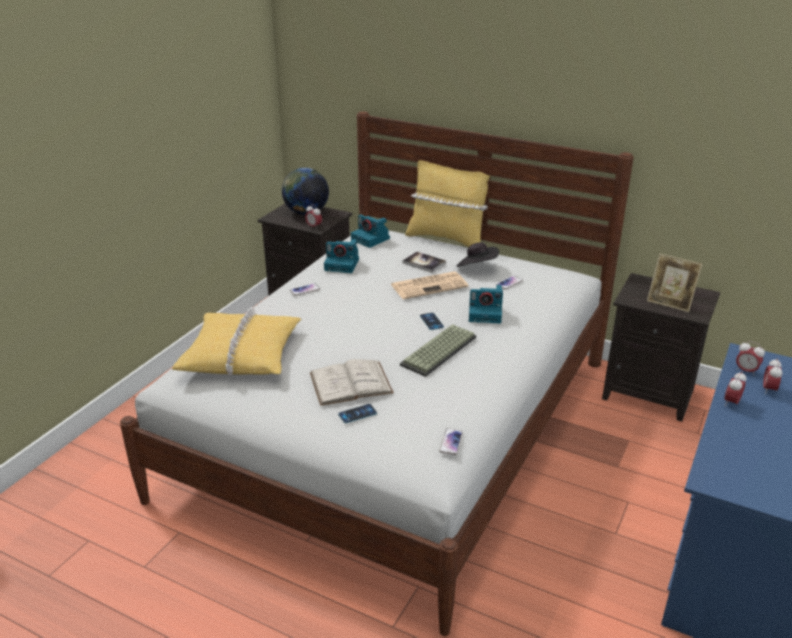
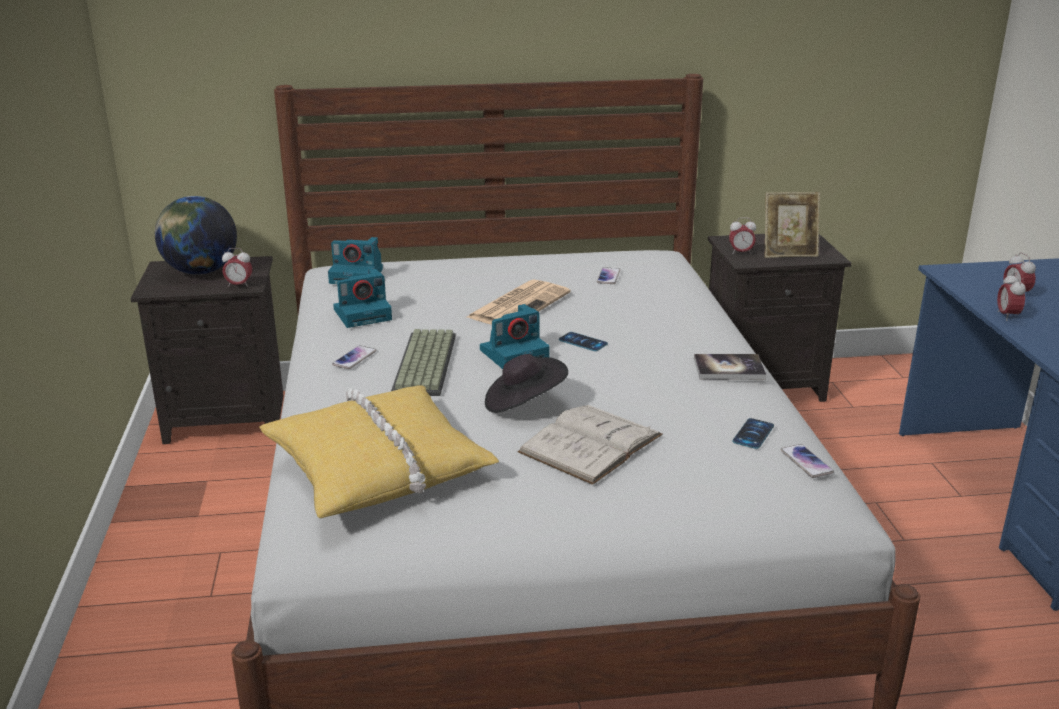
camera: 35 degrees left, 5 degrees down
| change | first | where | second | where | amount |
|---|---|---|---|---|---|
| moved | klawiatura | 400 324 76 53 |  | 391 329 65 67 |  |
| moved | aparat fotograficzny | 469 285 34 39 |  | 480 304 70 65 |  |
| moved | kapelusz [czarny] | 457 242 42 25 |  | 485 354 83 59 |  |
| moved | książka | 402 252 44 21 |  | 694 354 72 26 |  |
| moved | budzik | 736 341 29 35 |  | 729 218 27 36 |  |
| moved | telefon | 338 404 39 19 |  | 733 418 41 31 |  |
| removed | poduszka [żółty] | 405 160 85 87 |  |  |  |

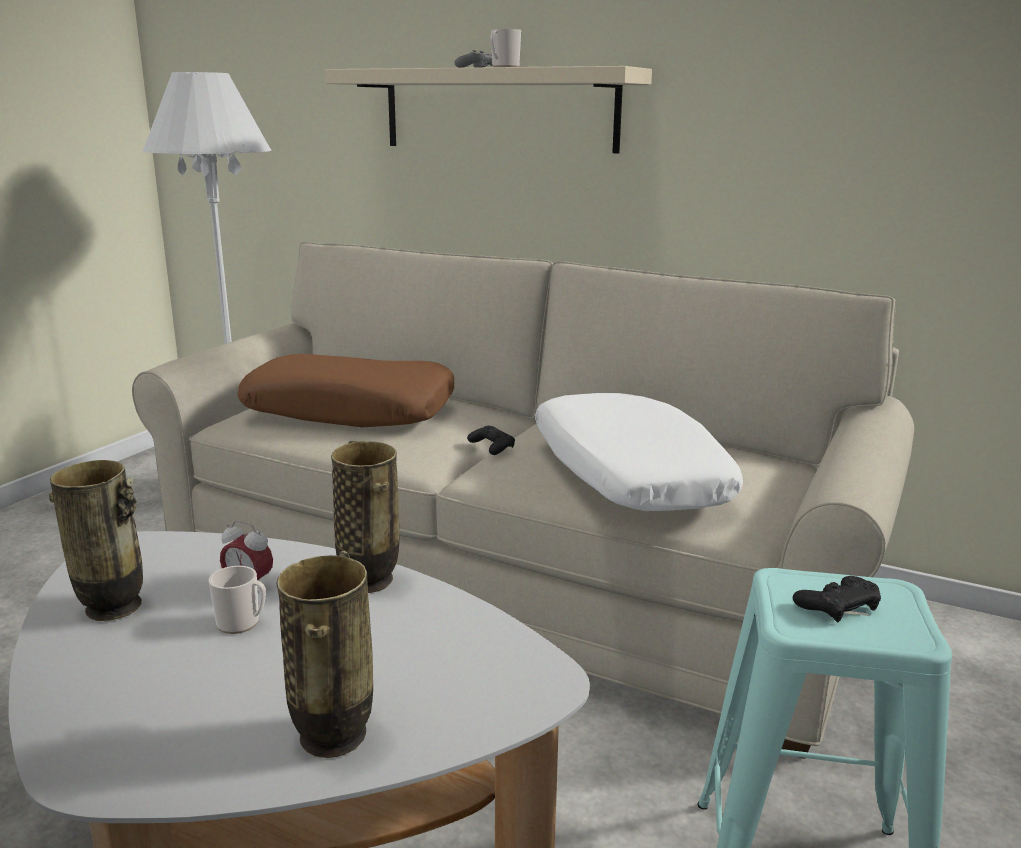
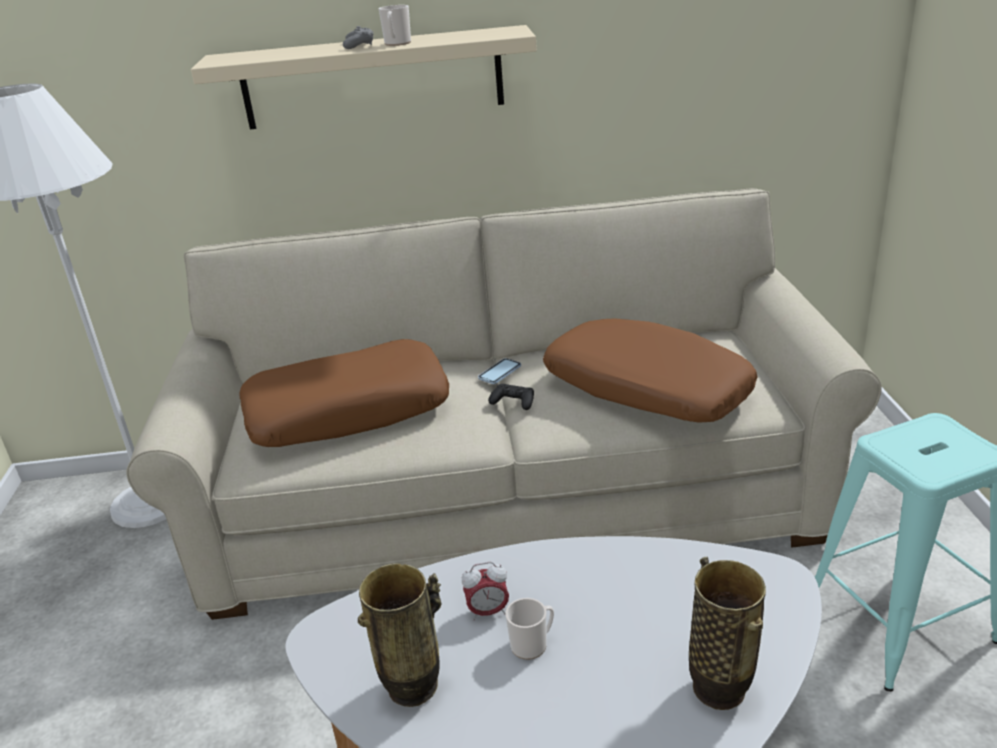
camera: 30 degrees left, 10 degrees up
| change | first | where | second | where | amount |
|---|---|---|---|---|---|
| added |  |  | telefon | 478 358 43 26 |  |
| recoloured | poduszka [biały] | 535 393 208 118 | poduszka [brązowy] | 543 318 215 105 |  |
| removed | wazon | 331 440 68 153 |  |  |  |
| removed | pad do gier [czarny] | 793 576 88 47 |  |  |  |

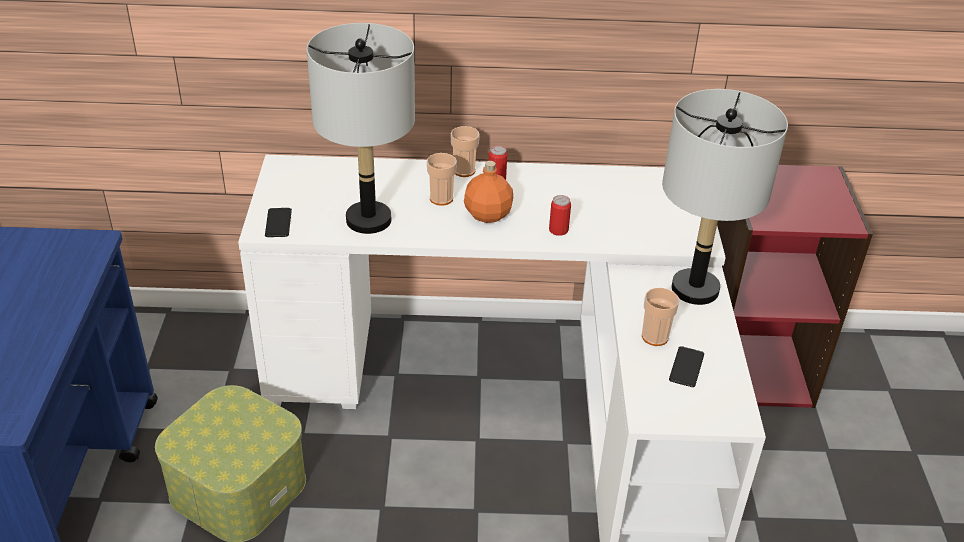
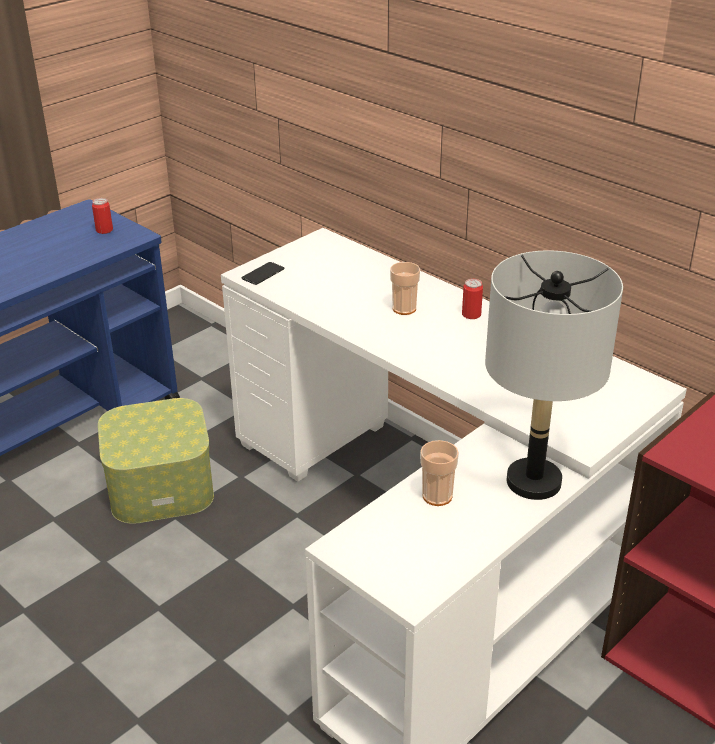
camera: 45 degrees right, 5 degrees down
| change | first | where | second | where | amount |
|---|---|---|---|---|---|
| moved | puszka | 549 195 22 41 |  | 92 198 21 36 |  |
| removed | lampa stołowa [szary] | 307 23 108 211 |  |  |  |
| removed | filiżanka | 450 126 30 51 |  |  |  |
| removed | butelka [pomarańczowy] | 464 161 49 62 |  |  |  |
| removed | telefon | 669 346 35 41 |  |  |  |

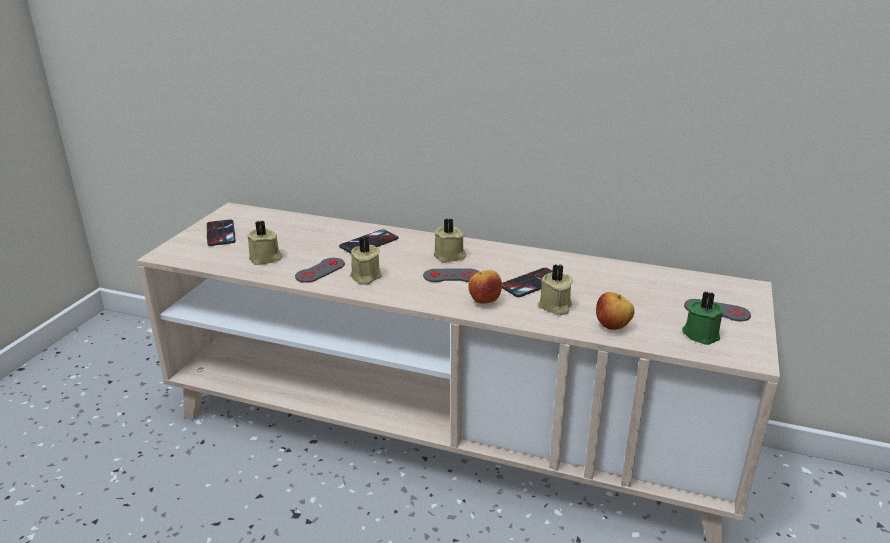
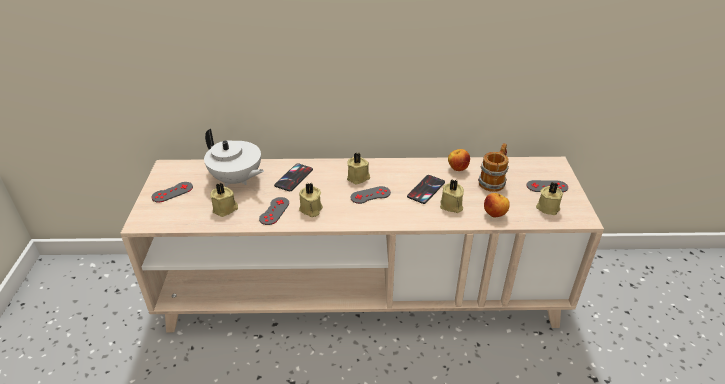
camera: 20 degrees left, 10 degrees up
| change | first | where | second | where | amount |
|---|---|---|---|---|---|
| replaced | telefon | 207 219 29 27 | pad do gier [szary] | 151 182 42 20 |  |
| added |  |  | imbryk [biały] | 204 129 60 57 |  |
| moved | jabłko | 468 270 34 34 |  | 448 149 22 22 |  |
| added |  |  | kubek | 478 143 31 49 |  |
| recoloured | świeca [zielony] | 682 291 41 54 | świeca [beżowy] | 536 182 27 33 |  |

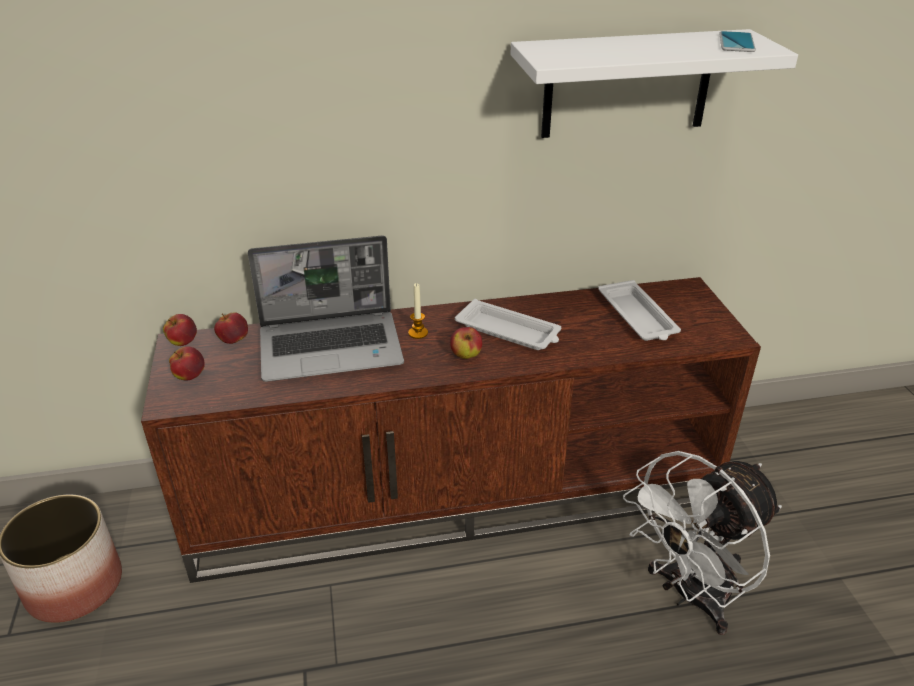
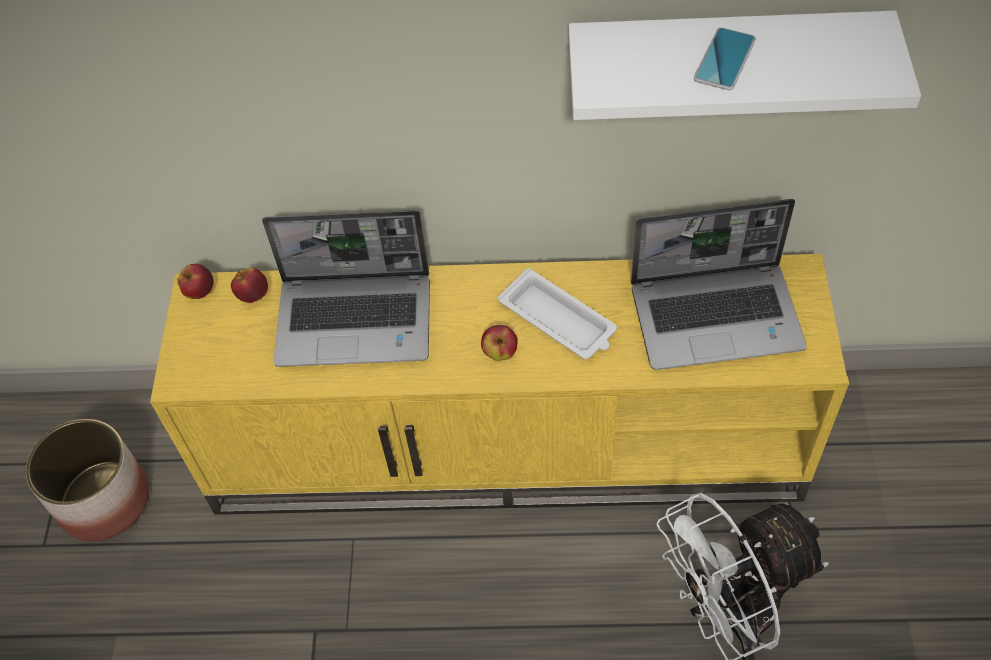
camera: 15 degrees right, 20 degrees up
| change | first | where | second | where | amount |
|---|---|---|---|---|---|
| recoloured | szafka pod telewizor [brązowy] | 141 277 620 306 | szafka pod telewizor [żółty] | 150 254 699 261 |  |
| replaced | taca [biały] | 598 280 83 61 | laptop | 631 199 176 171 |  |
| moved | telefon | 719 31 37 21 |  | 694 28 62 62 |  |
| removed | jabłko | 169 346 36 34 |  |  |  |
| removed | świeca | 408 283 20 56 |  |  |  |

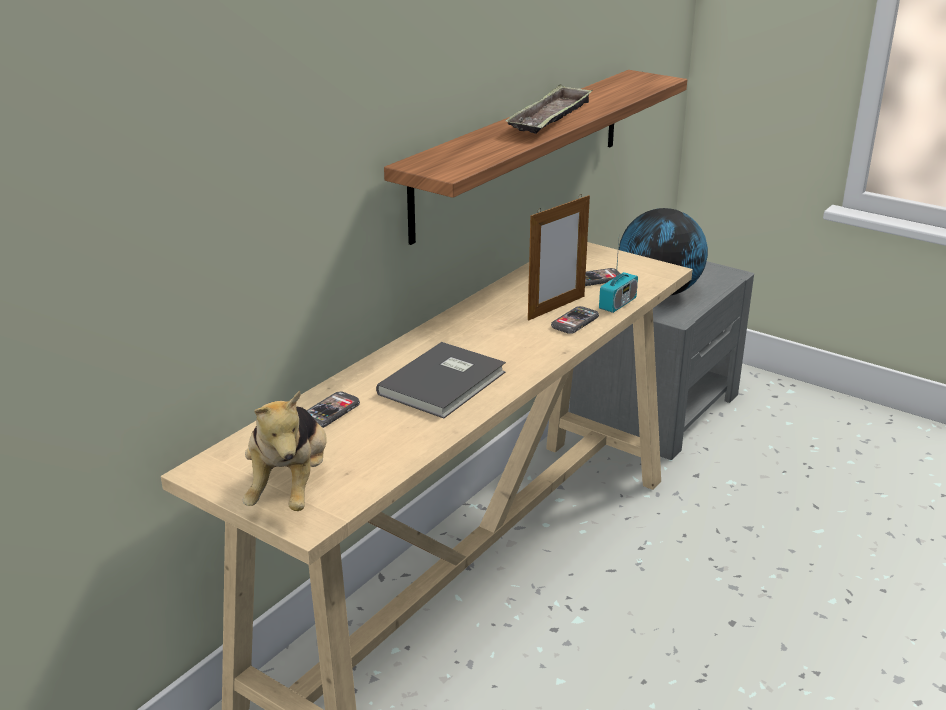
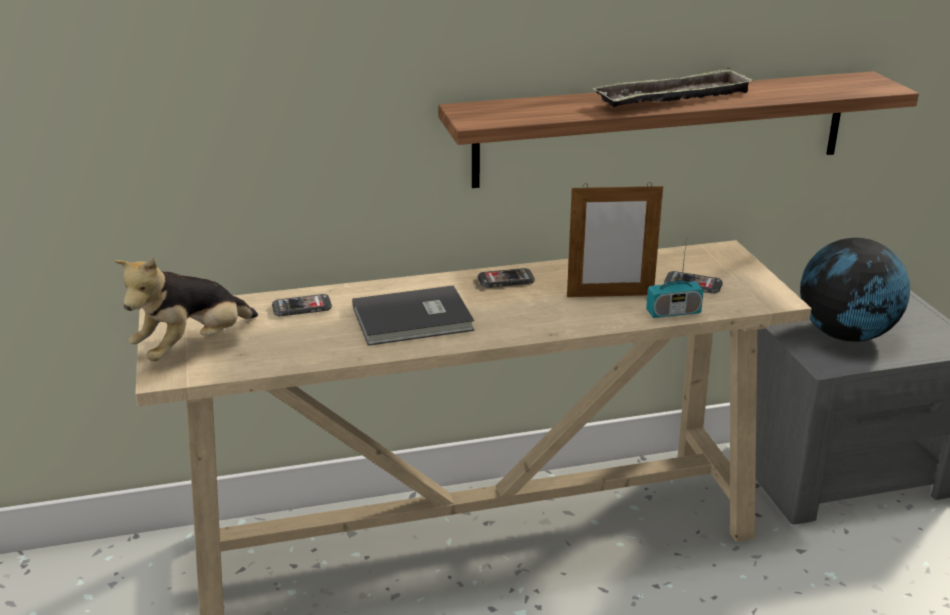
camera: 40 degrees right, 0 degrees up
| change | first | where | second | where | amount |
|---|---|---|---|---|---|
| moved | telefon | 551 306 48 28 |  | 478 268 57 20 |  |

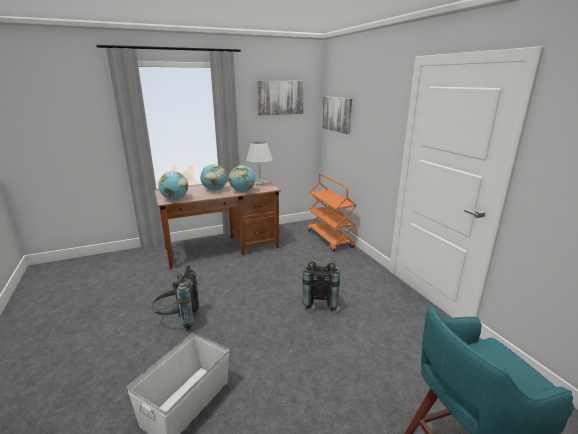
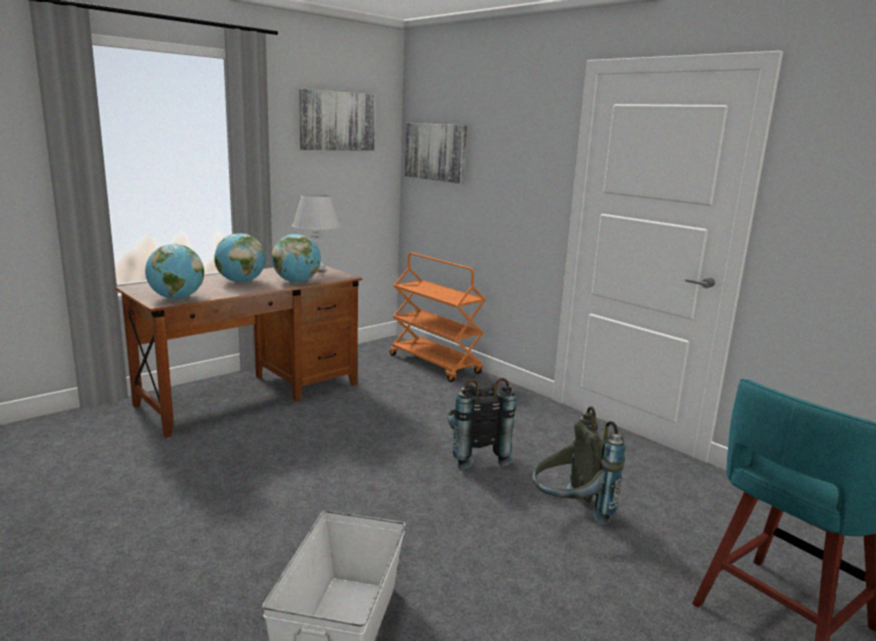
camera: 20 degrees left, 5 degrees down
| change | first | where | second | where | amount |
|---|---|---|---|---|---|
| moved | plecak [szary] | 151 265 49 66 |  | 532 406 93 119 |  |

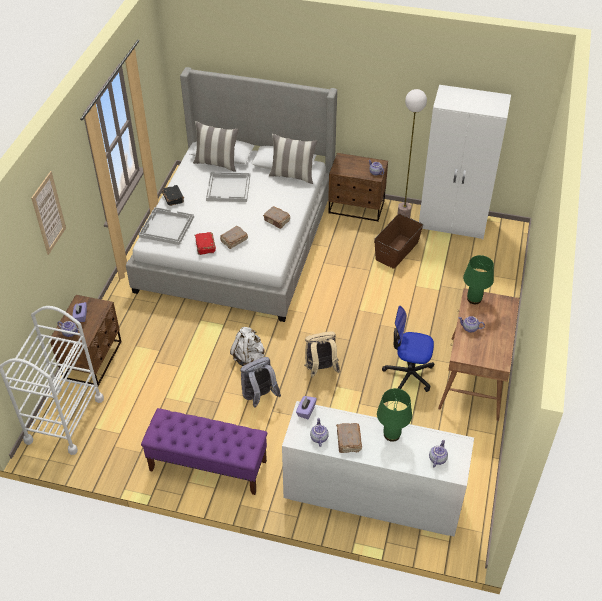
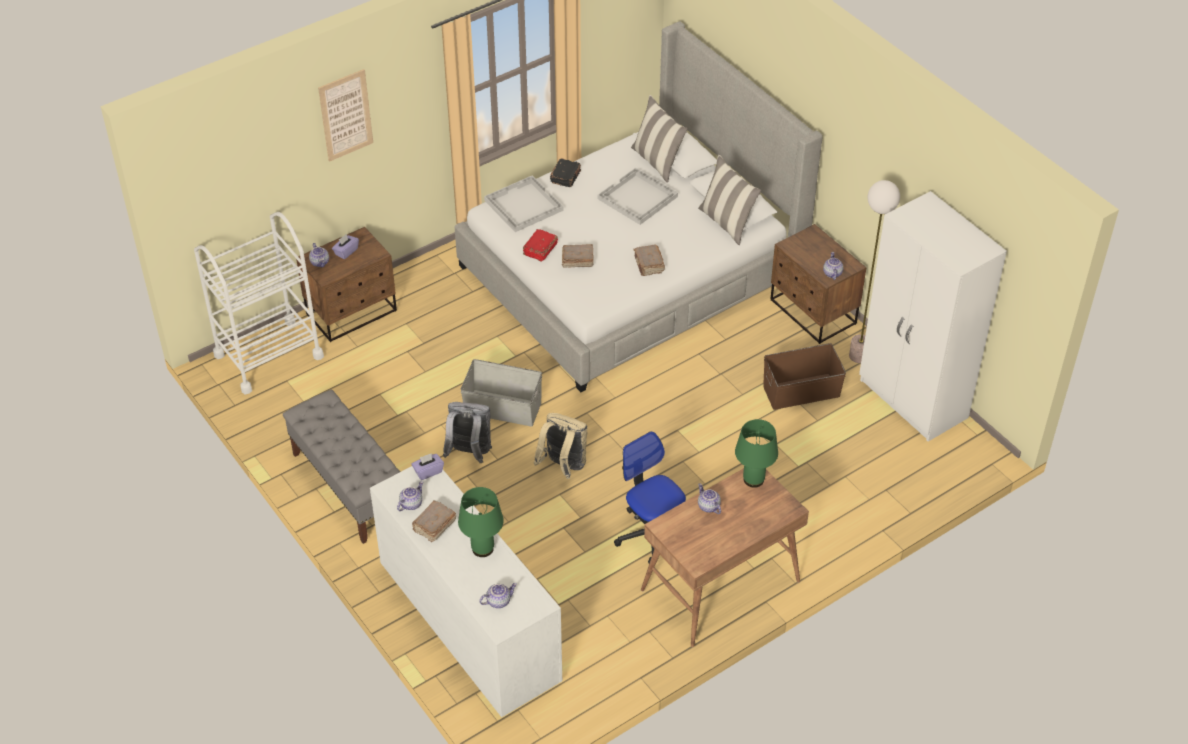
camera: 40 degrees right, 0 degrees up
| change | first | where | second | where | amount |
|---|---|---|---|---|---|
| recoloured | ławka [fioletowy] | 141 408 126 87 | ławka [szary] | 283 389 117 155 |  |
| replaced | plecak [biały] | 230 327 35 39 | pojemnik do przechowywania [szary] | 461 359 81 67 |  |

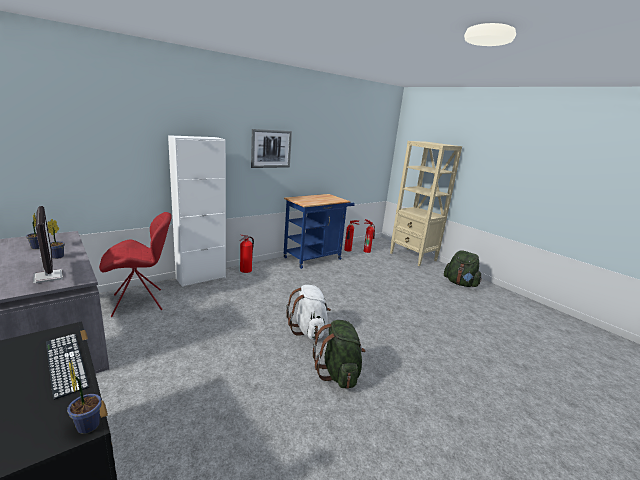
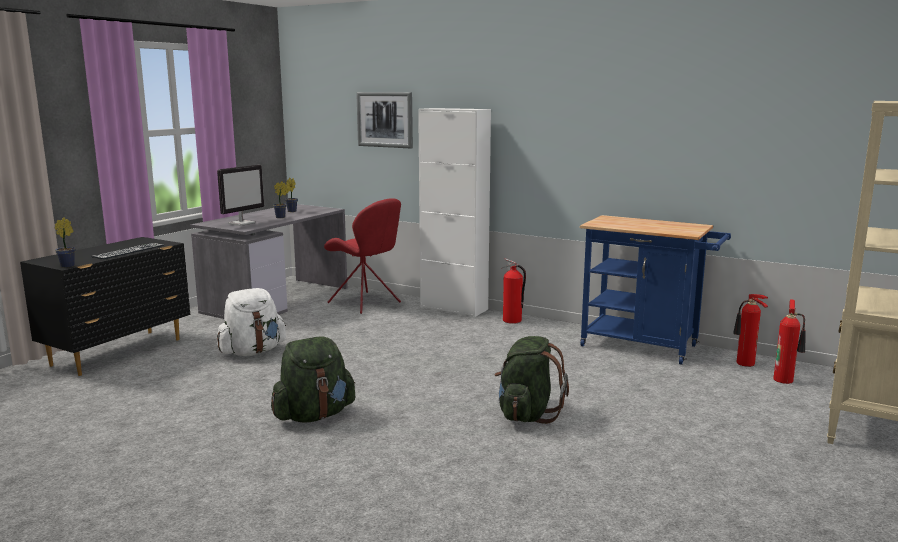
camera: 70 degrees right, 5 degrees down
| change | first | where | second | where | amount |
|---|---|---|---|---|---|
| moved | plecak [biały] | 286 285 45 55 |  | 217 288 69 68 |  |
| moved | obraz | 251 129 41 39 |  | 356 92 57 56 |  |
| moved | plecak [zielony] | 444 250 38 37 |  | 494 336 75 88 |  |

